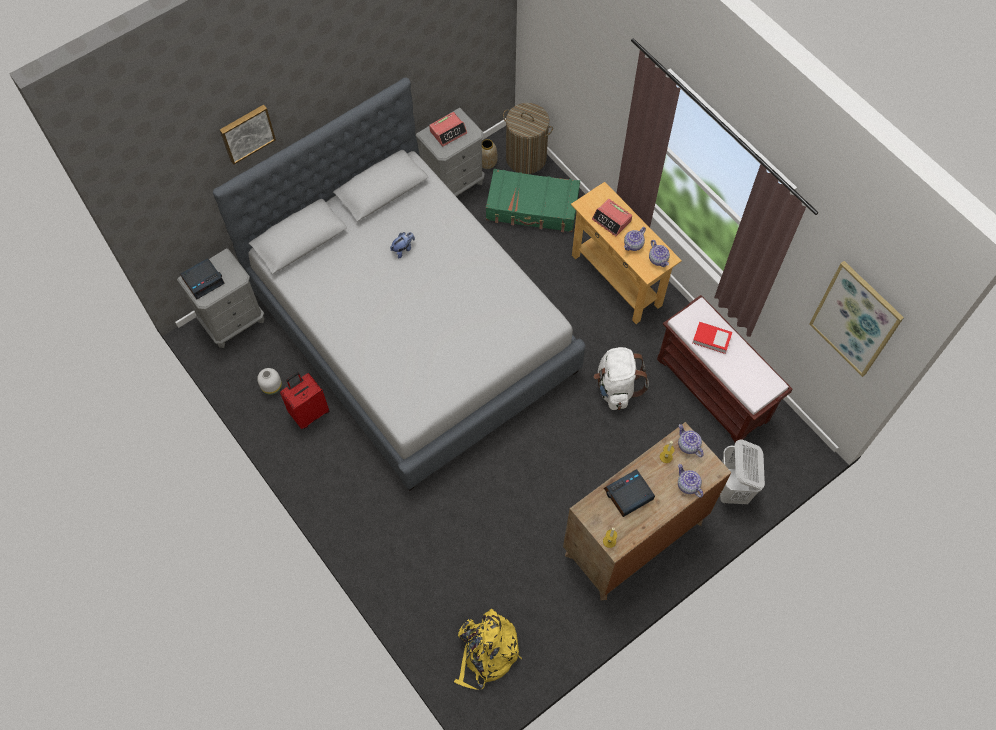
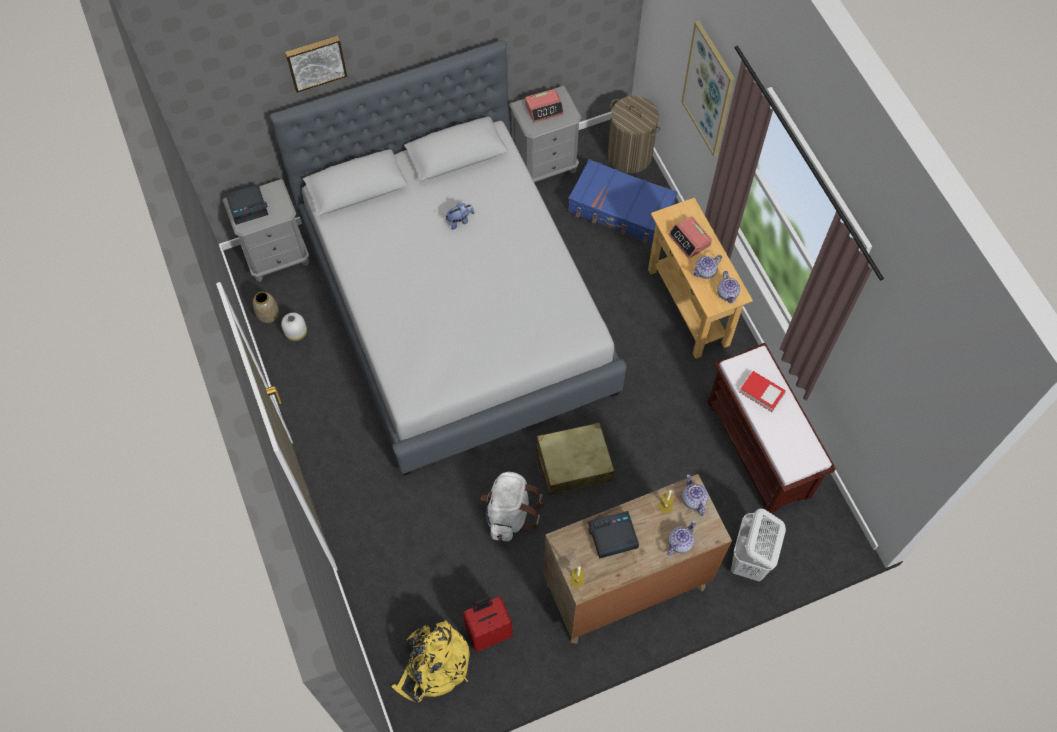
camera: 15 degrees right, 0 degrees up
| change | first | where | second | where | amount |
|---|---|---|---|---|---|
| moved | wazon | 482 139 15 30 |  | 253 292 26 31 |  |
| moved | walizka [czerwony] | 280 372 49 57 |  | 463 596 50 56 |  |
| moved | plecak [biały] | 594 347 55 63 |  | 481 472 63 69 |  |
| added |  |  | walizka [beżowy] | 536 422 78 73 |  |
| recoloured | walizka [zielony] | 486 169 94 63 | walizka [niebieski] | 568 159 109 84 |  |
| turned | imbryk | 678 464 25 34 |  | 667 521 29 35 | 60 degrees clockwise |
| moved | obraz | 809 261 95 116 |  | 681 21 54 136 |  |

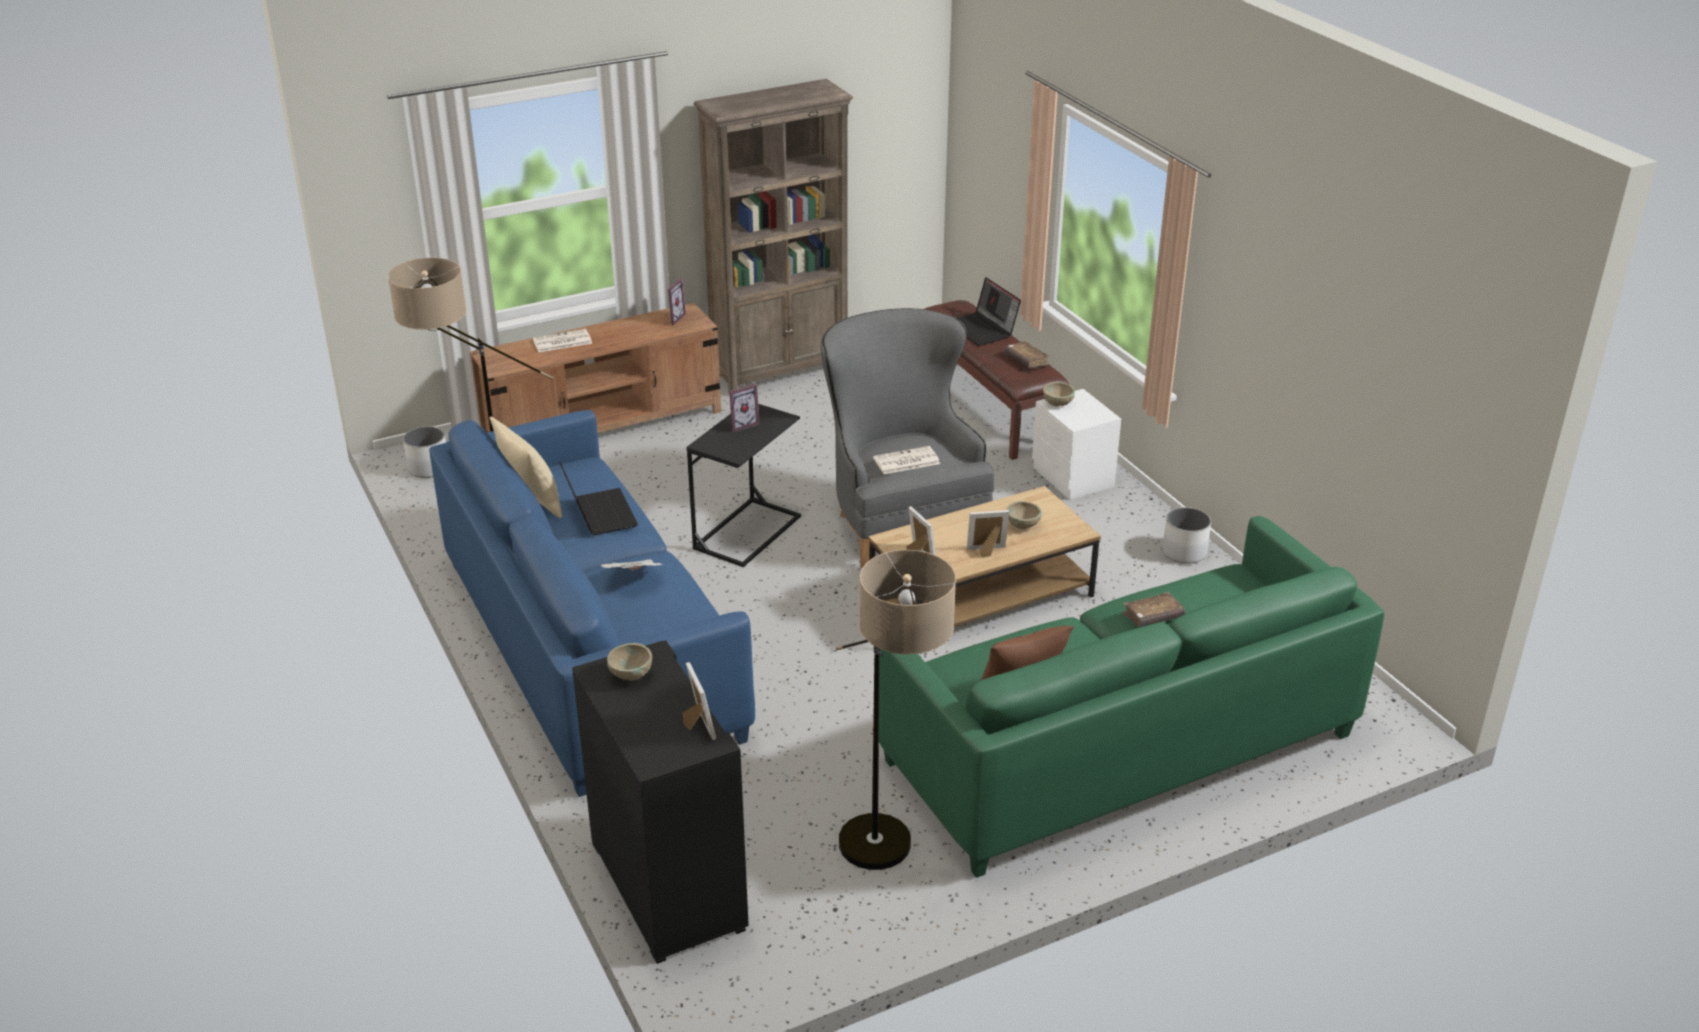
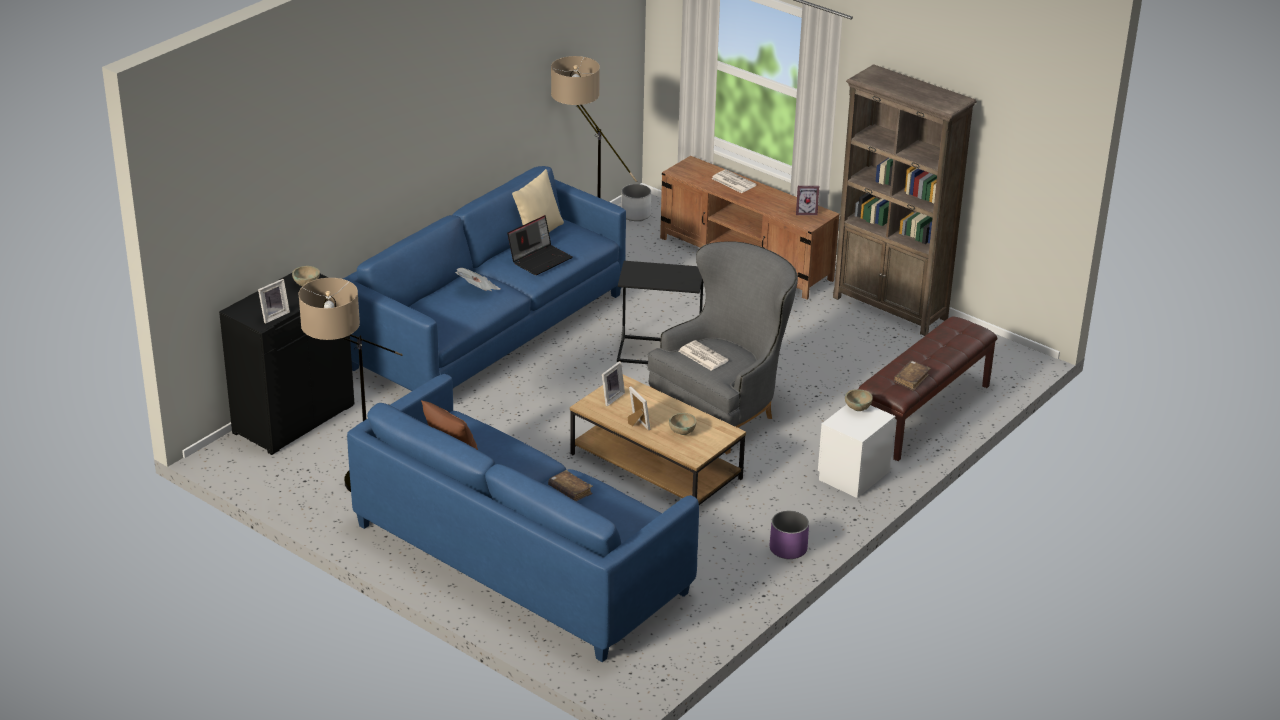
camera: 65 degrees right, 0 degrees up
| change | first | where | second | where | amount |
|---|---|---|---|---|---|
| recoloured | kanapa [zielony] | 879 516 505 362 | kanapa [niebieski] | 347 374 352 288 |  |
| recoloured | donica [biały] | 1163 507 48 57 | donica [fioletowy] | 770 510 39 49 |  |
| removed | ramka na zdjęcie | 729 384 30 48 |  |  |  |
| removed | laptop | 957 277 64 69 |  |  |  |

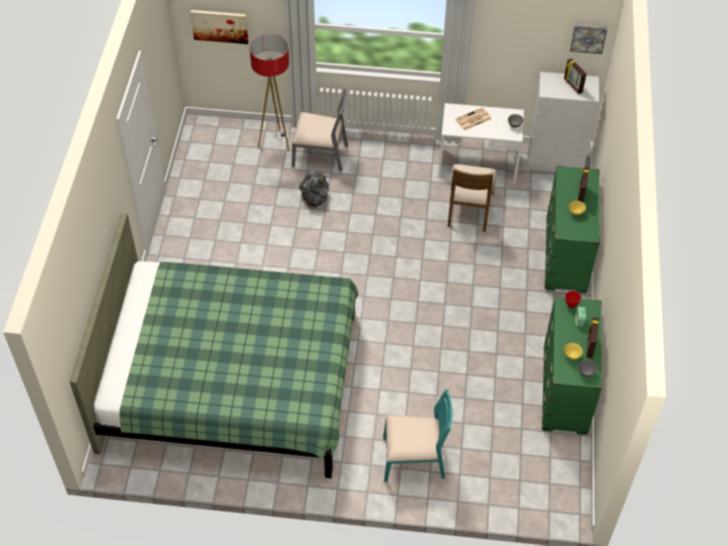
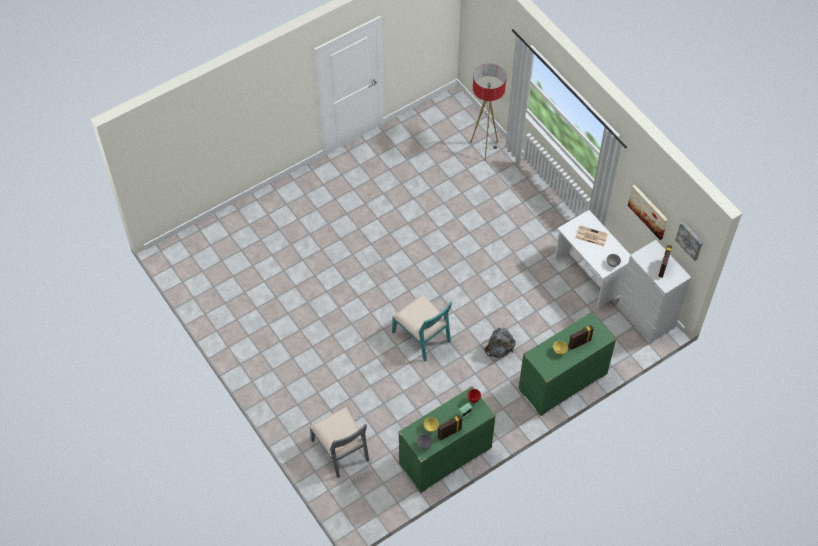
camera: 50 degrees right, 5 degrees up
| change | first | where | second | where | amount |
|---|---|---|---|---|---|
| moved | krzesło [szary] | 292 87 56 85 |  | 310 407 59 71 |  |
| moved | krzesło [turkusowy] | 383 389 69 93 |  | 392 294 60 67 |  |
| moved | plecak [szary] | 299 170 30 38 |  | 485 328 31 30 |  |
| moved | obraz | 191 10 57 34 |  | 628 185 40 55 |  |
| removed | łóżko [zielony] | 69 213 290 265 |  |  |  |
| removed | krzesło [brązowy] | 448 164 49 68 |  |  |  |

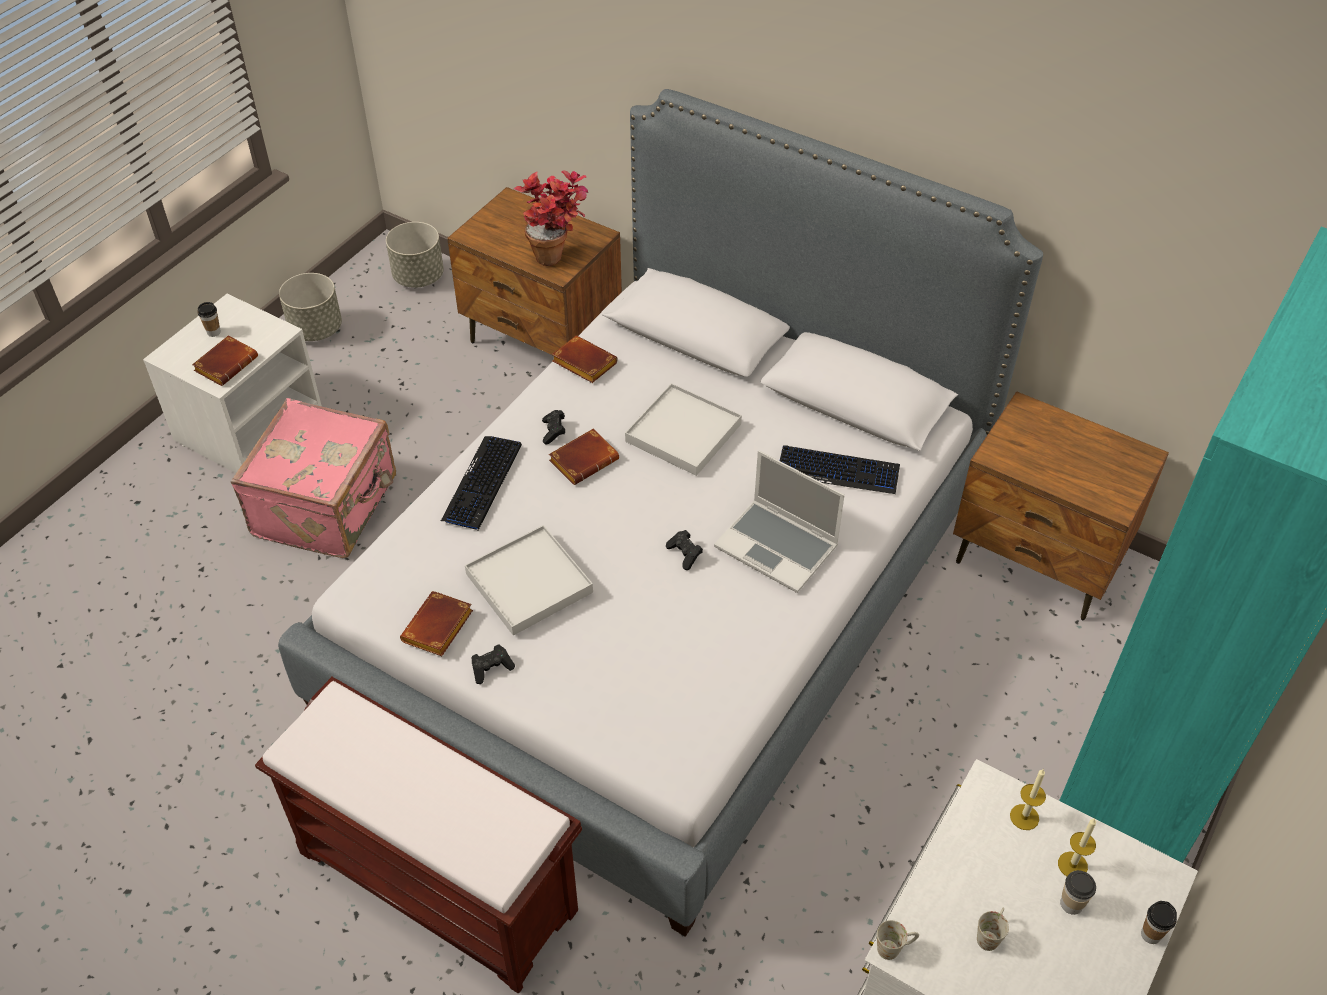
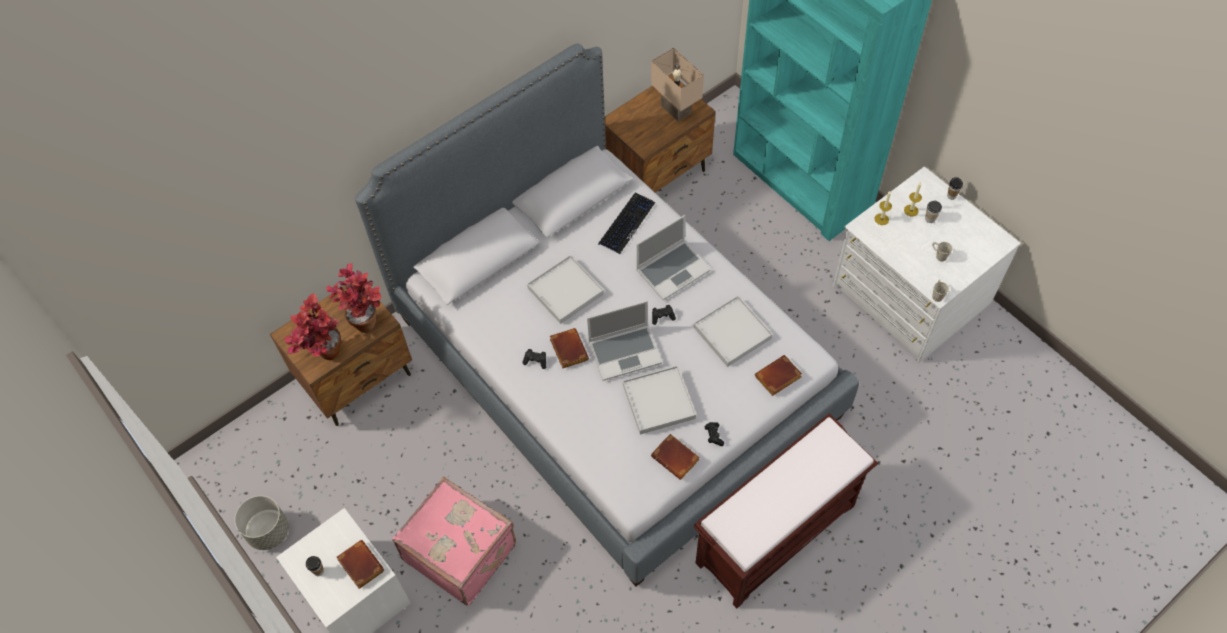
camera: 70 degrees left, 10 degrees up
| change | first | where | second | where | amount |
|---|---|---|---|---|---|
| added |  |  | roślina doniczkowa | 284 293 57 67 |  |
| added |  |  | laptop | 587 301 75 80 |  |
| added |  |  | lampa stołowa [beżowy] | 651 48 53 74 |  |
| added |  |  | taca [biały] | 693 296 80 71 |  |
| moved | książka [brązowy] | 552 336 66 47 |  | 755 355 47 41 |  |
| removed | donica [szary] | 386 222 58 66 |  |  |  |
| removed | klawiatura | 441 436 81 95 |  |  |  |

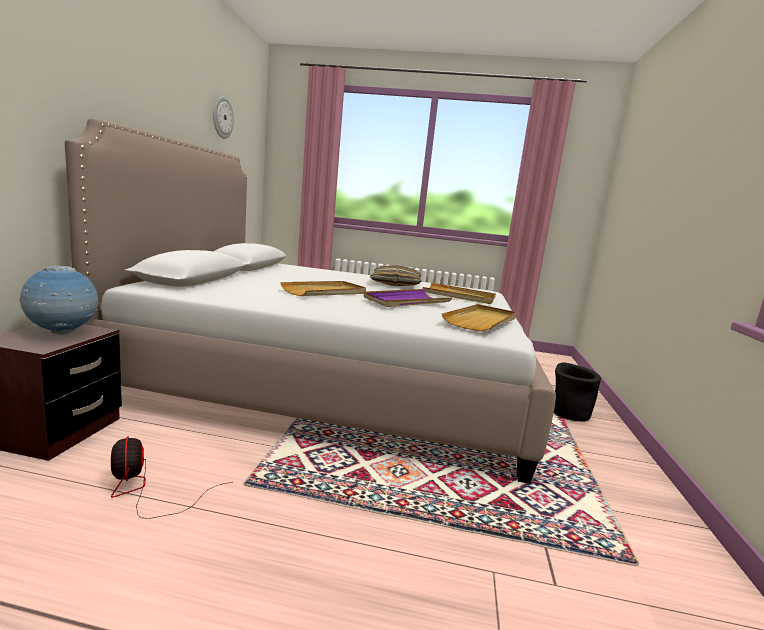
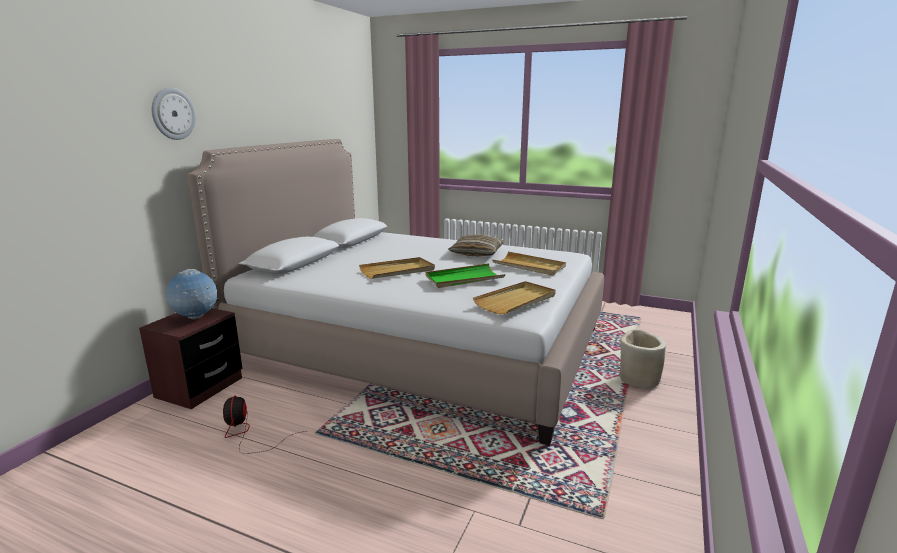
camera: 15 degrees right, 5 degrees up
| change | first | where | second | where | amount |
|---|---|---|---|---|---|
| moved | zegar ścienny | 213 96 21 43 |  | 151 87 45 53 |  |
| recoloured | taca [fioletowy] | 364 289 88 18 | taca [zielony] | 426 263 79 25 |  |
| recoloured | donica [czarny] | 554 362 47 60 | donica [beżowy] | 619 329 47 60 |  |

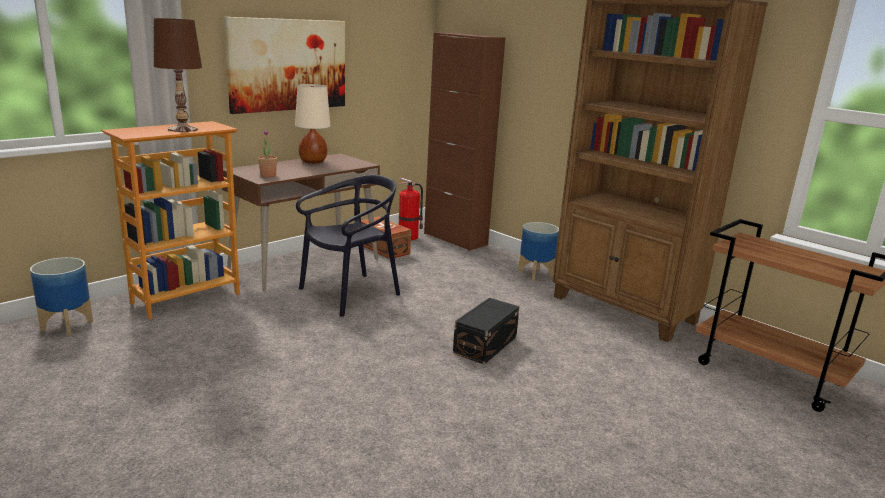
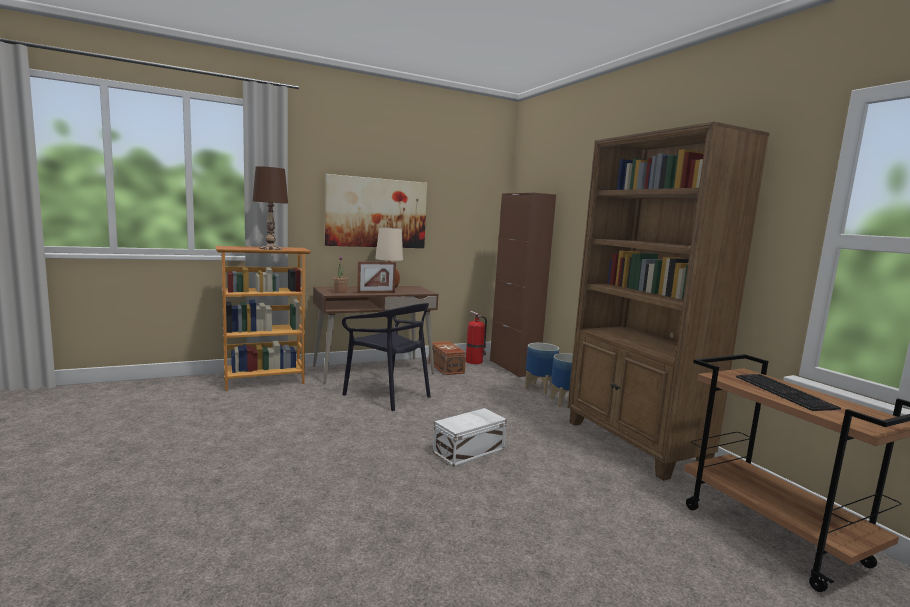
camera: 20 degrees right, 10 degrees down
| change | first | where | second | where | amount |
|---|---|---|---|---|---|
| turned | krzesło [czarny] | 296 175 104 142 |  | 342 303 89 108 | 60 degrees clockwise |
| added |  |  | ramka na zdjęcie | 357 261 39 32 |  |
| recoloured | pojemnik do przechowywania [czarny] | 453 298 67 66 | pojemnik do przechowywania [biały] | 433 408 74 59 |  |
| moved | donica | 30 257 63 79 |  | 525 343 34 51 |  |
| added |  |  | klawiatura | 736 374 105 37 |  |

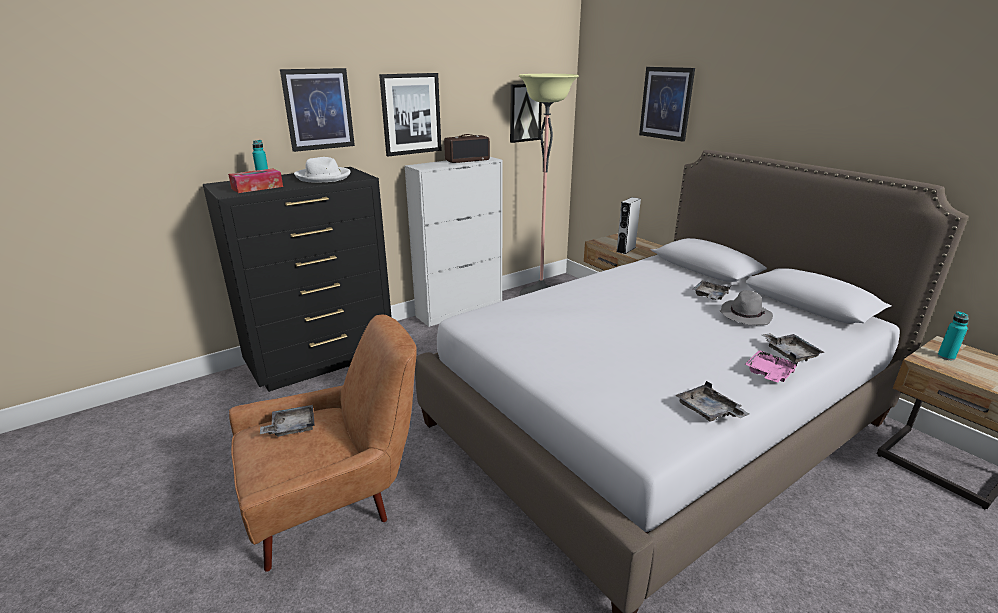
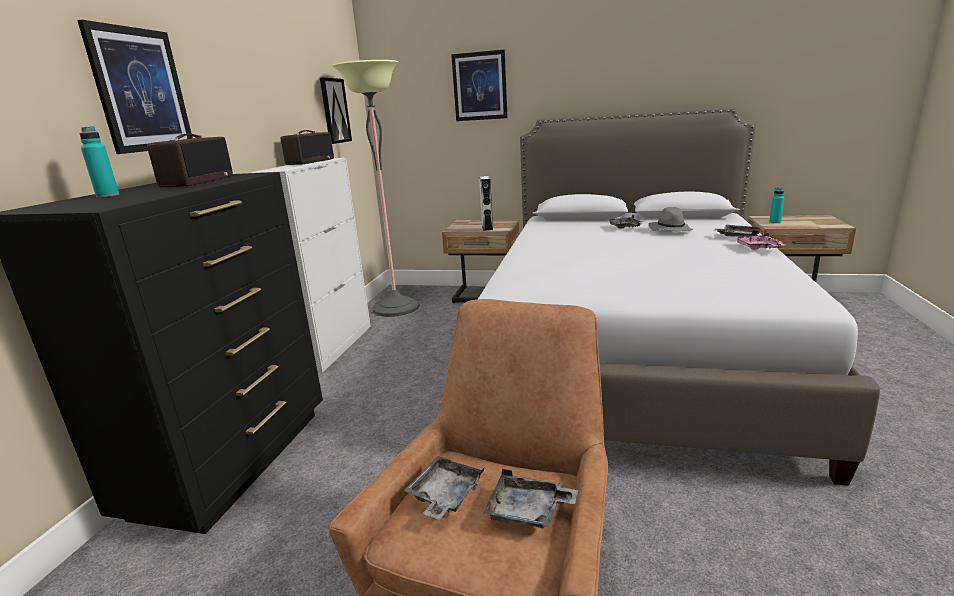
camera: 40 degrees left, 5 degrees down
| change | first | where | second | where | amount |
|---|---|---|---|---|---|
| replaced | kapelusz [biały] | 294 157 57 26 | radio | 147 134 86 53 |  |
| moved | taca [szary] | 675 381 74 40 |  | 483 469 95 59 |  |
| removed | pudełko chusteczek | 228 169 55 24 |  |  |  |
| removed | obraz | 379 73 63 83 |  |  |  |

